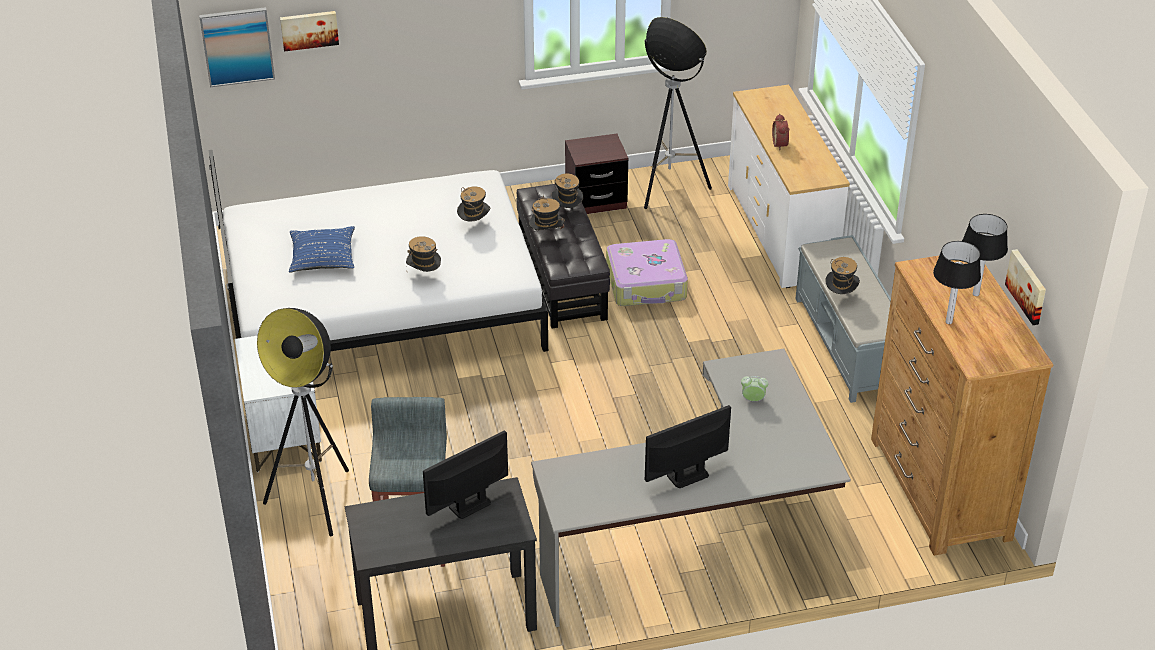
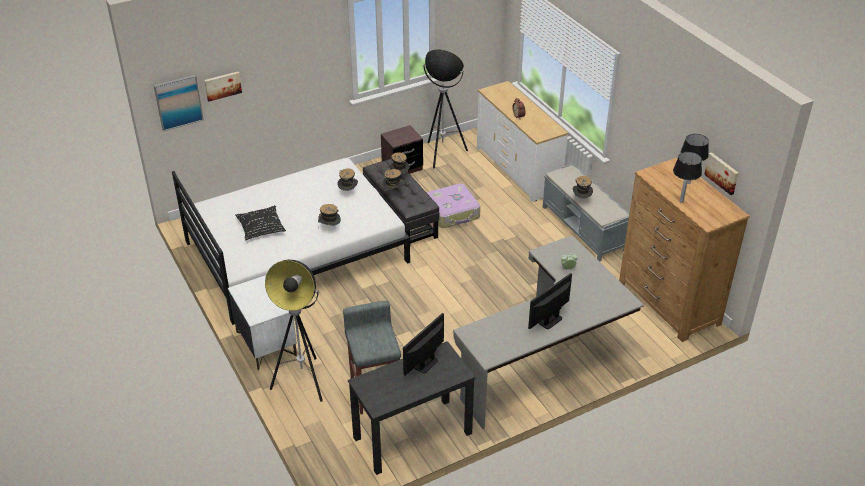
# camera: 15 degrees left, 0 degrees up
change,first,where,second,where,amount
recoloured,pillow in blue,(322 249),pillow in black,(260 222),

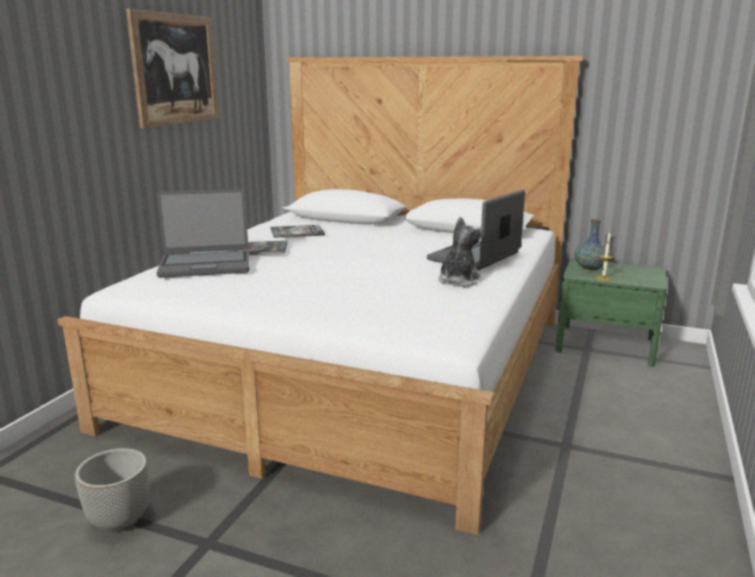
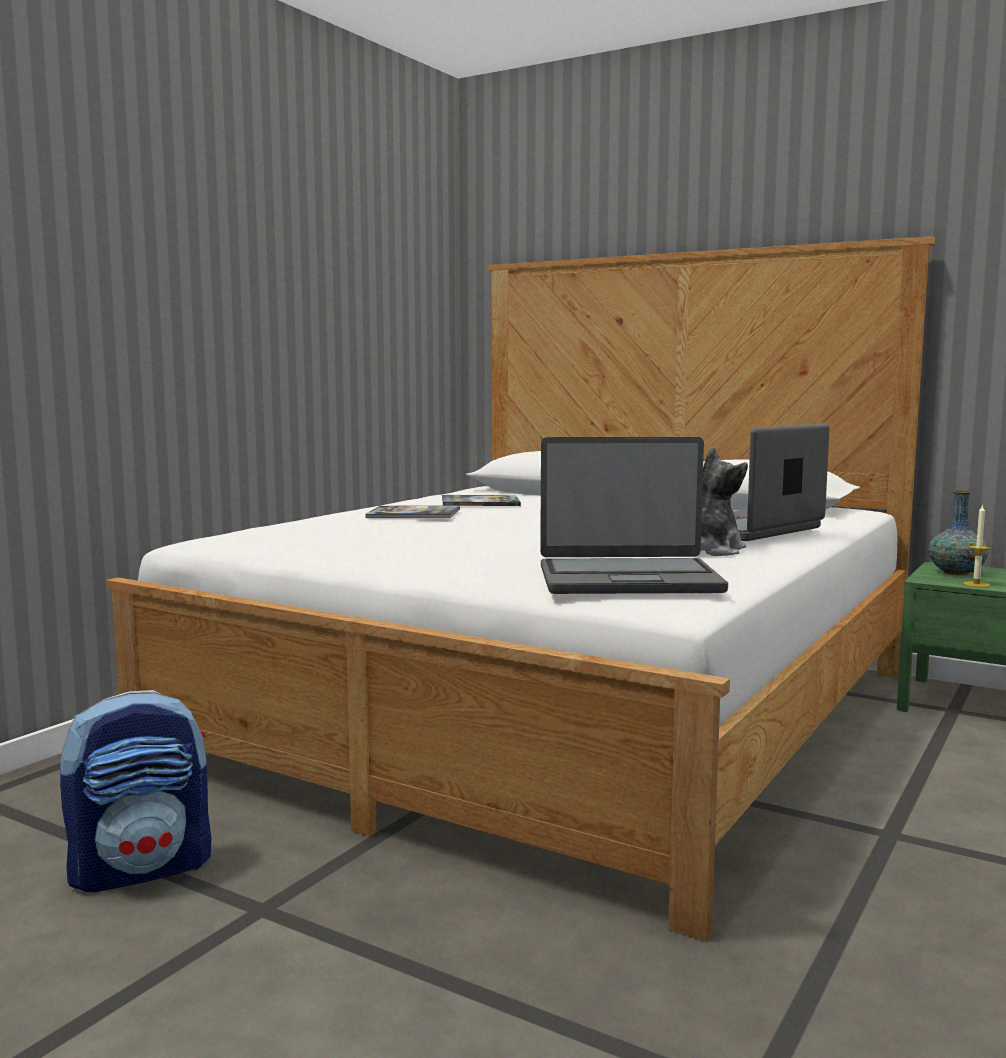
# camera: 10 degrees right, 10 degrees down
change,first,where,second,where,amount
replaced,planter,(112 490),backpack,(135 791),
moved,laptop,(203 233),,(634 515),
removed,picture,(172 68),,,

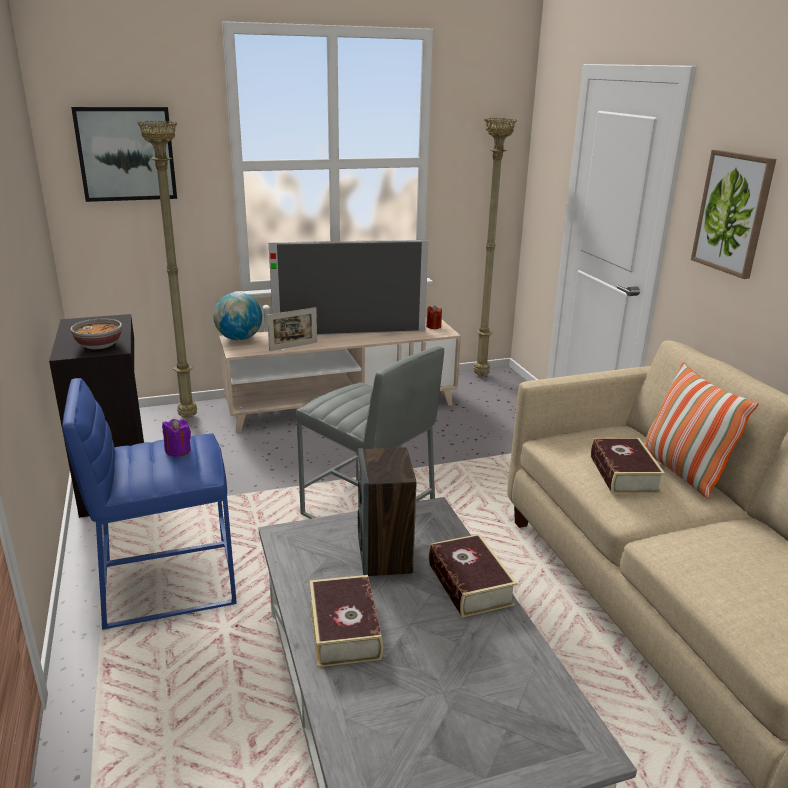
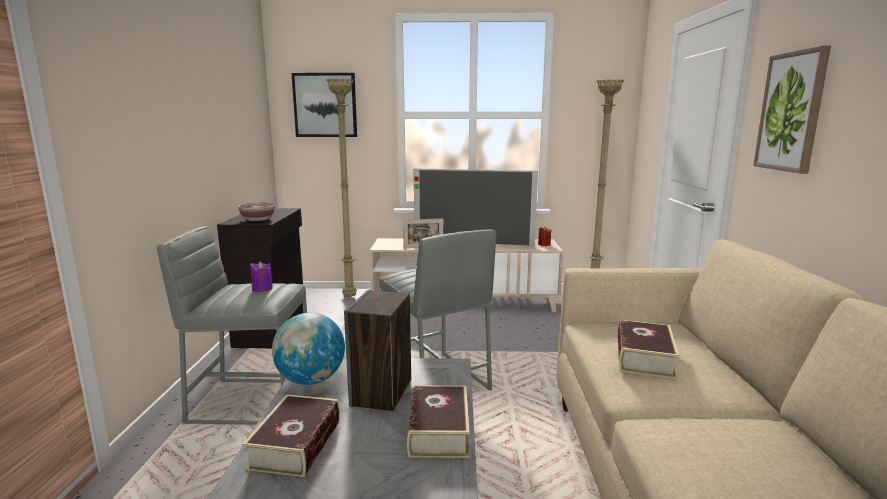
# camera: 20 degrees right, 10 degrees down
change,first,where,second,where,amount
recoloured,stool in blue,(149 504),stool in grey,(232 325),
moved,globe,(237 316),,(308 349),
removed,pillow,(701 430),,,

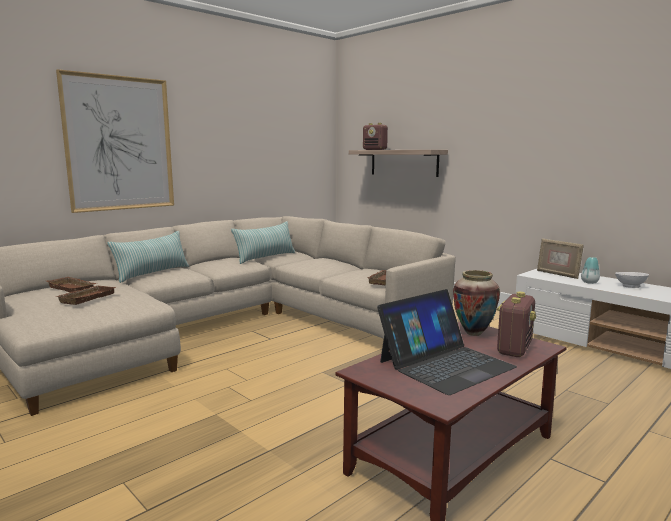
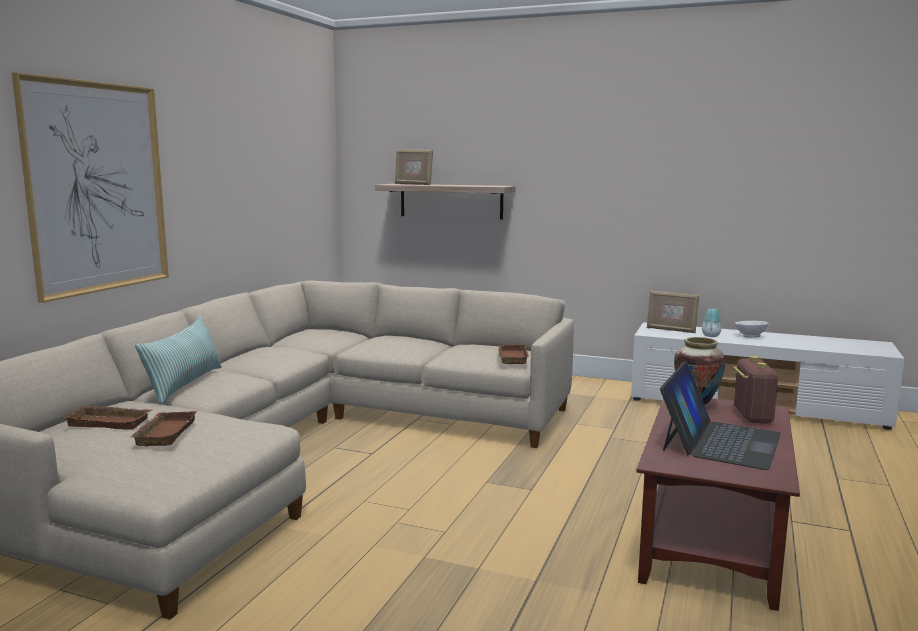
# camera: 25 degrees left, 0 degrees up
change,first,where,second,where,amount
replaced,radio,(375 136),picture frame,(414 167),
removed,pillow,(263 242),,,

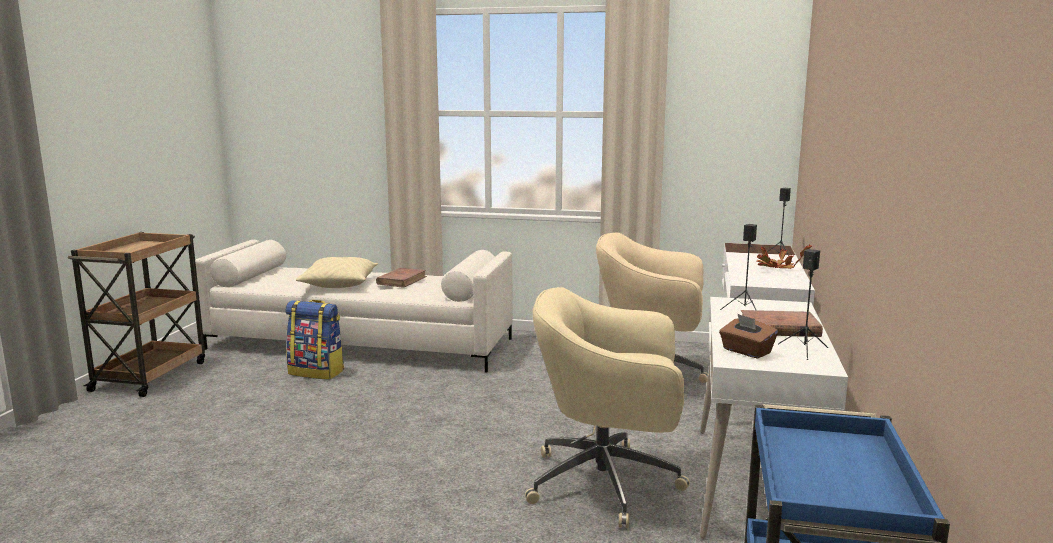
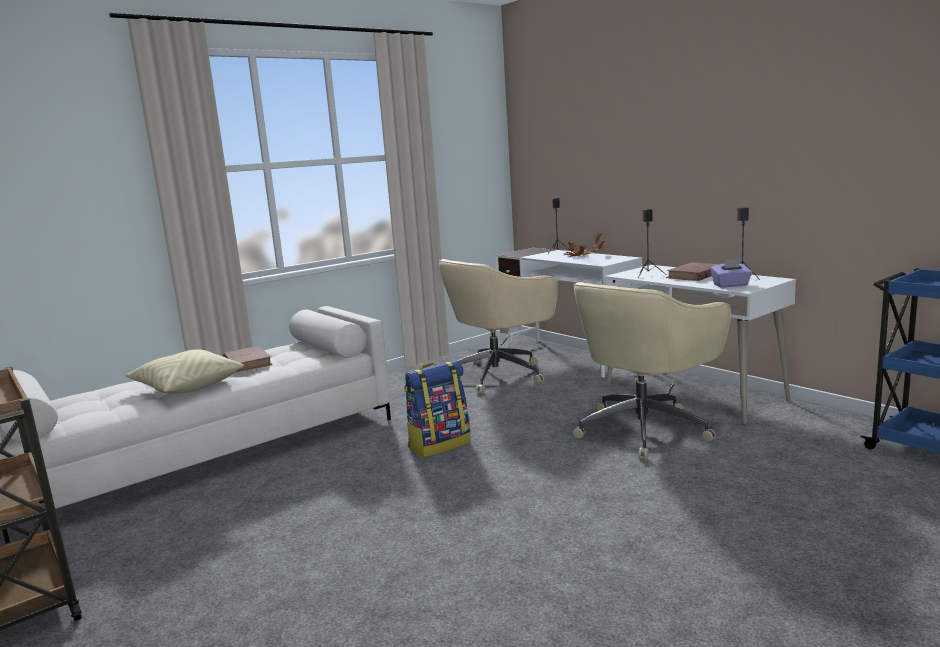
# camera: 50 degrees left, 0 degrees up
change,first,where,second,where,amount
moved,backpack,(314 340),,(437 409),
recoloured,tissue box in brown,(748 336),tissue box in purple,(731 273),

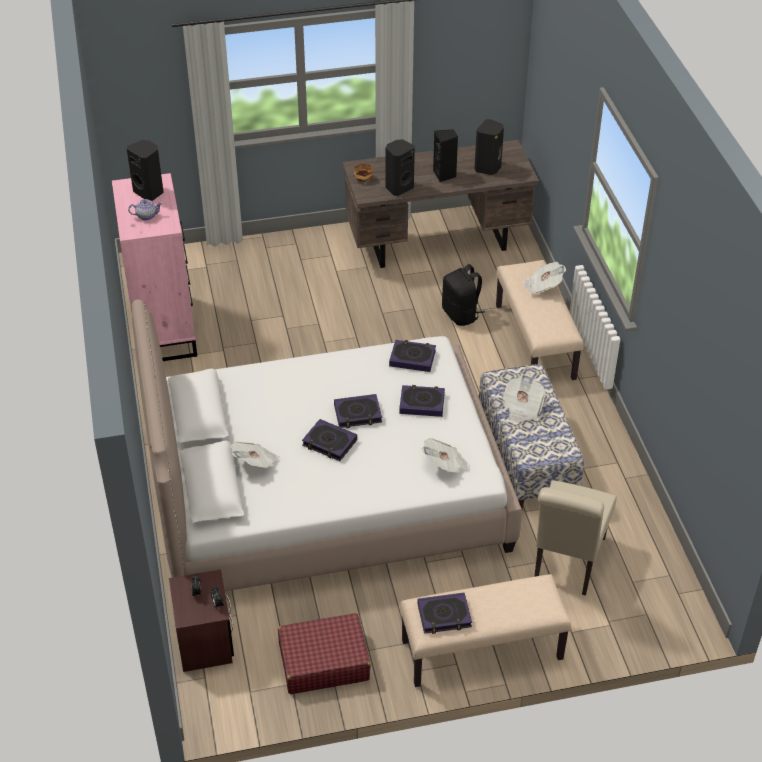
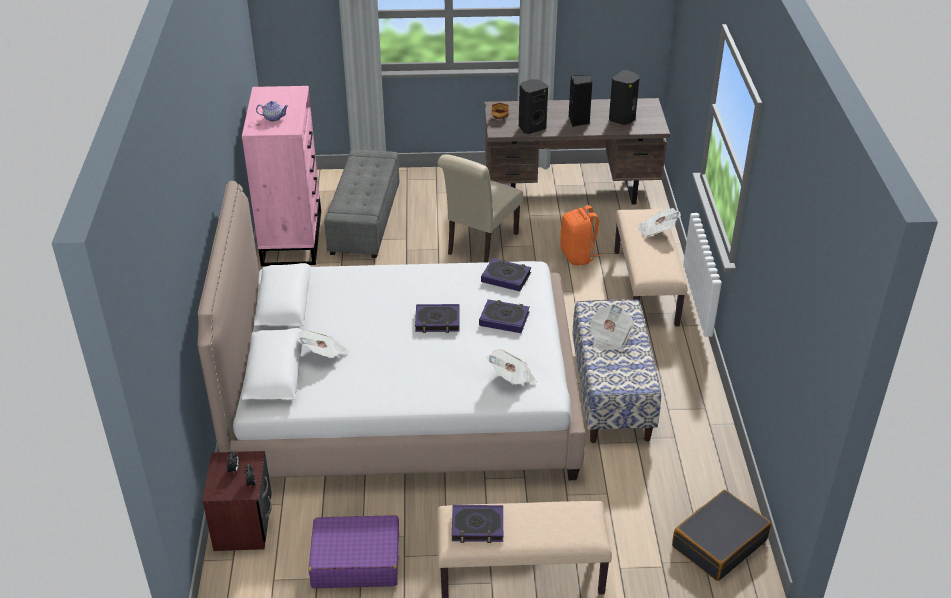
# camera: 10 degrees right, 5 degrees down
change,first,where,second,where,amount
recoloured,suitcase in red,(324 653),suitcase in purple,(353 551),
added,,,ottoman in grey,(361 203),
moved,chair in beige,(575 538),,(480 208),
recoloured,backpack in black,(463 295),backpack in orange,(581 235),
added,,,suitcase in black,(721 535),
removed,speaker in black,(145 170),,,
removed,book,(329 440),,,

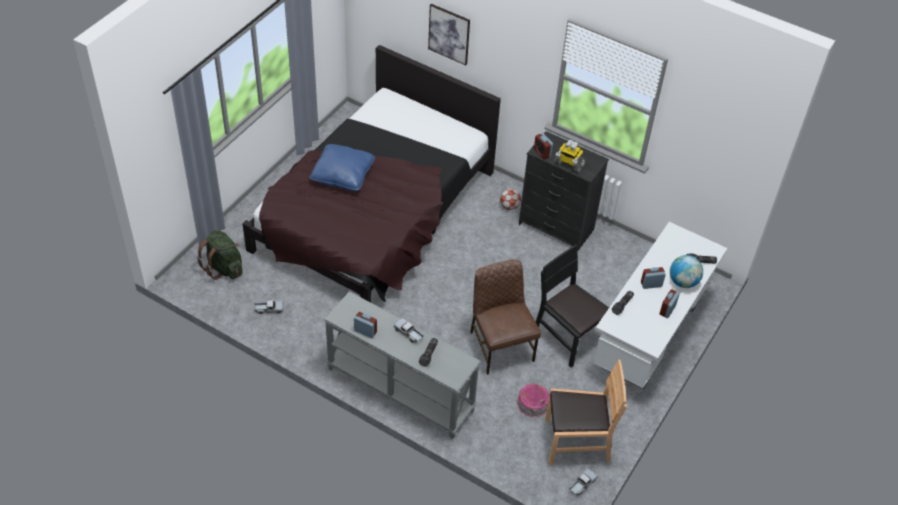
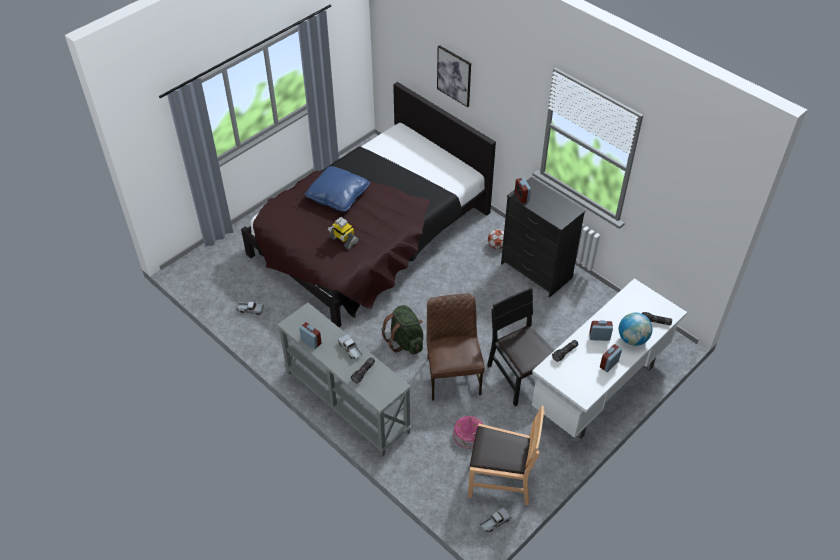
# camera: 15 degrees right, 0 degrees up
change,first,where,second,where,amount
moved,toy robot,(570 156),,(343 233),
moved,backpack in green,(220 255),,(402 330),

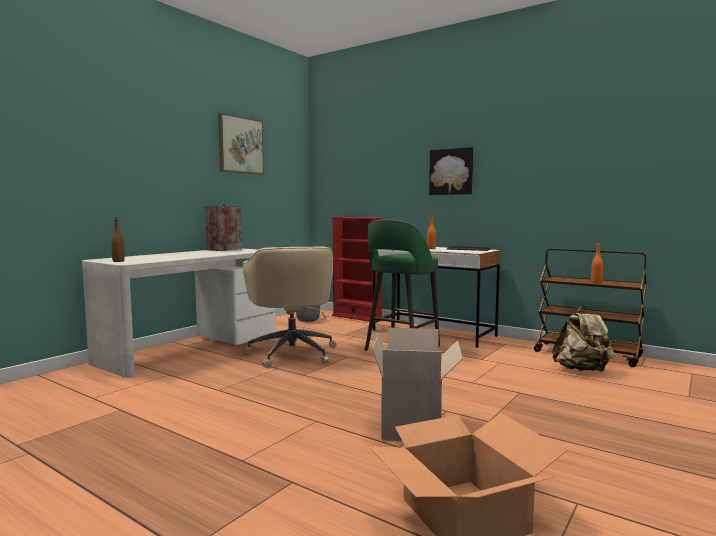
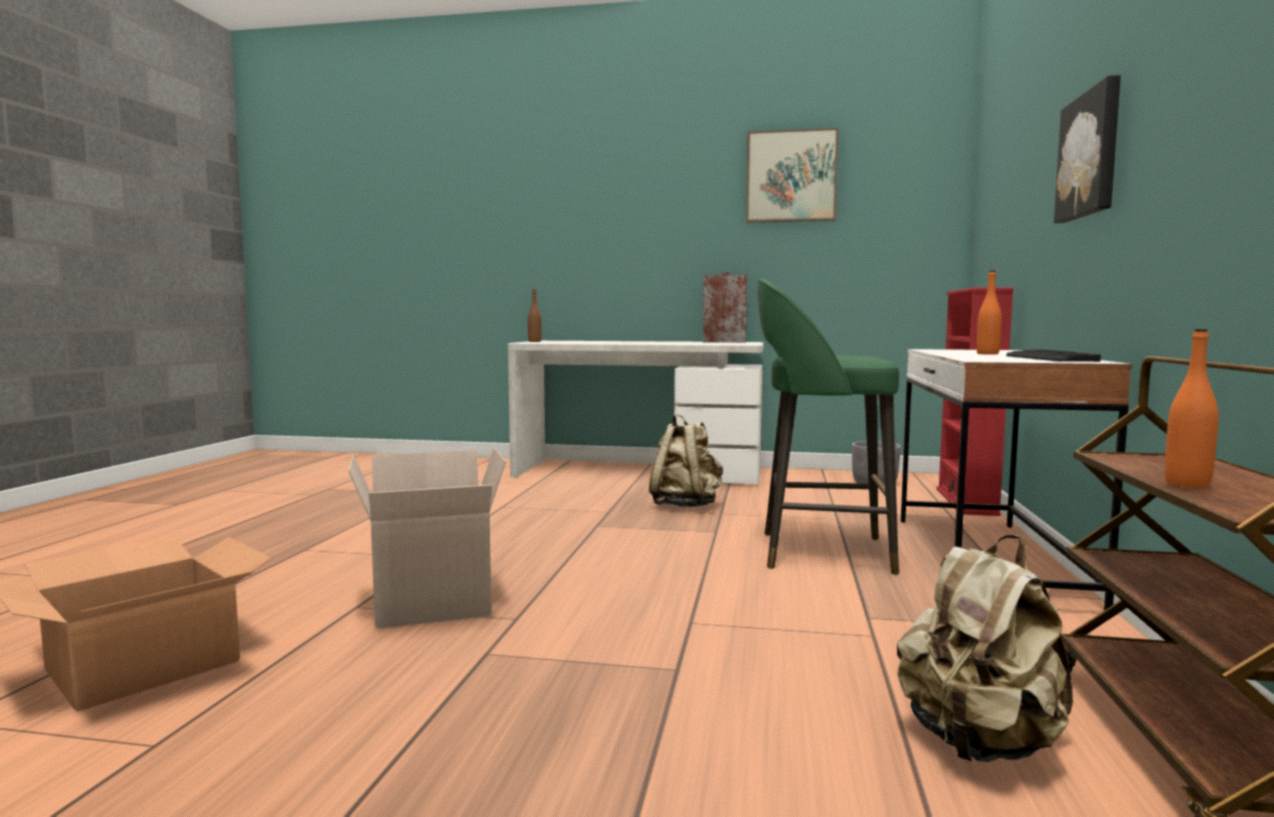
# camera: 65 degrees right, 0 degrees up
change,first,where,second,where,amount
replaced,office chair in beige,(289 307),backpack in beige,(686 460),

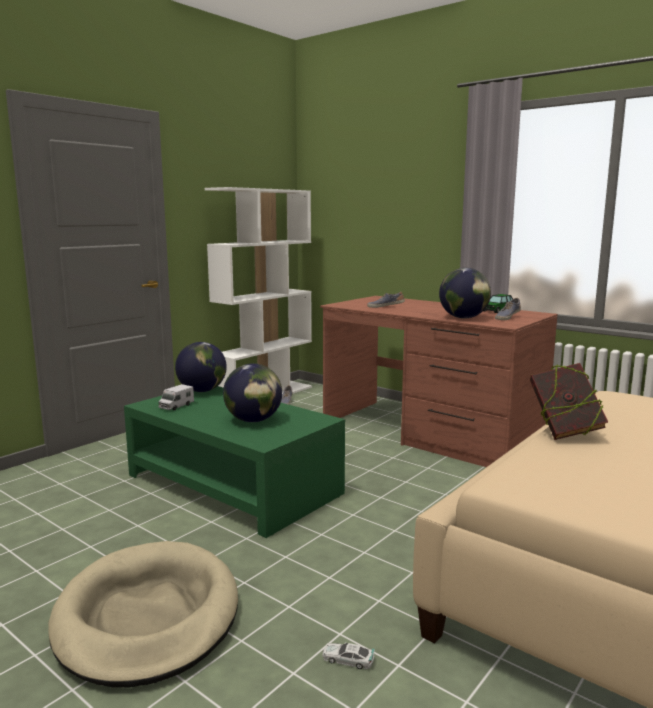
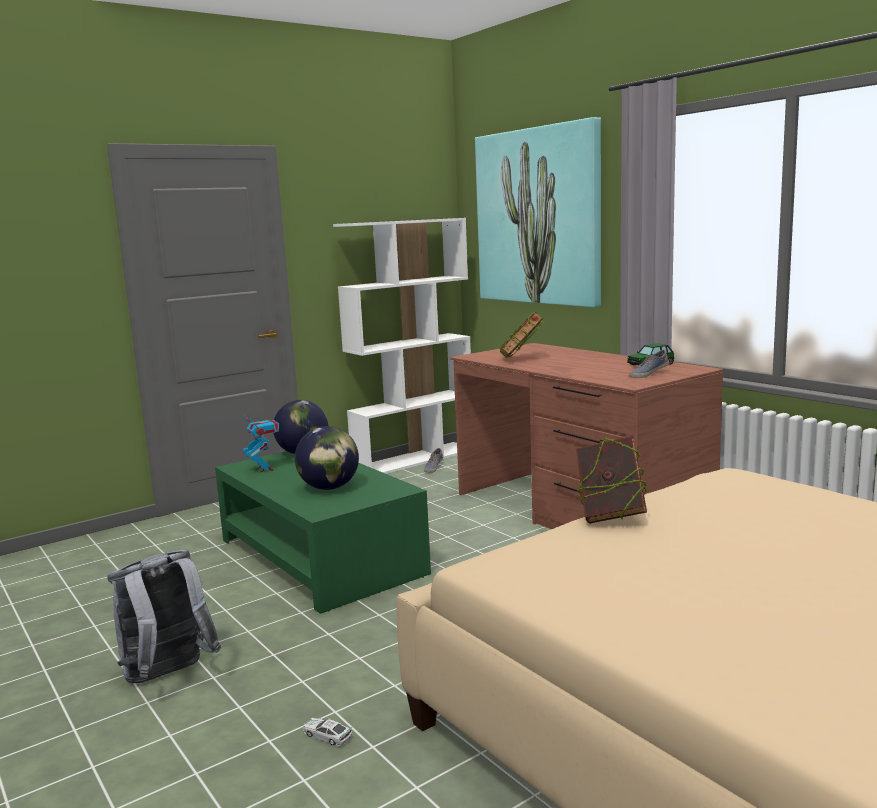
# camera: 15 degrees right, 0 degrees up
change,first,where,second,where,amount
replaced,dog bed in beige,(143 614),backpack in grey,(164 616),
replaced,toy truck,(176 397),toy robot,(261 442),
added,,,picture,(538 212),
replaced,shoe,(386 300),book,(521 335),
removed,globe,(465 293),,,

